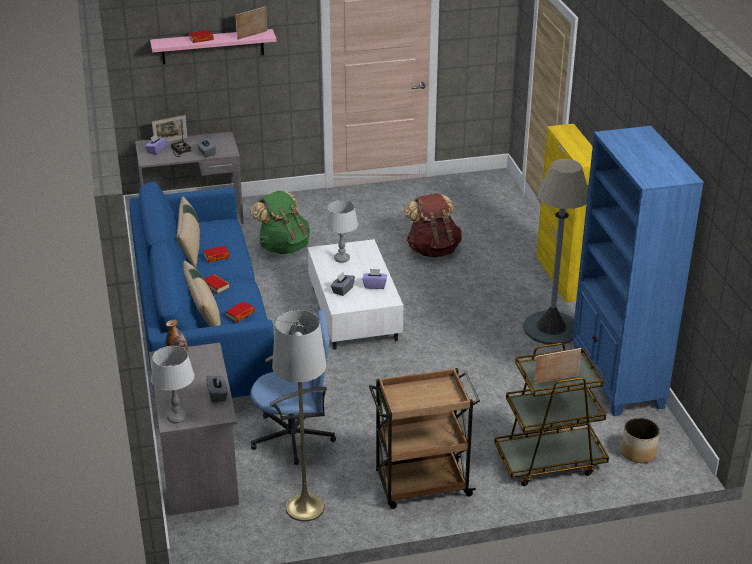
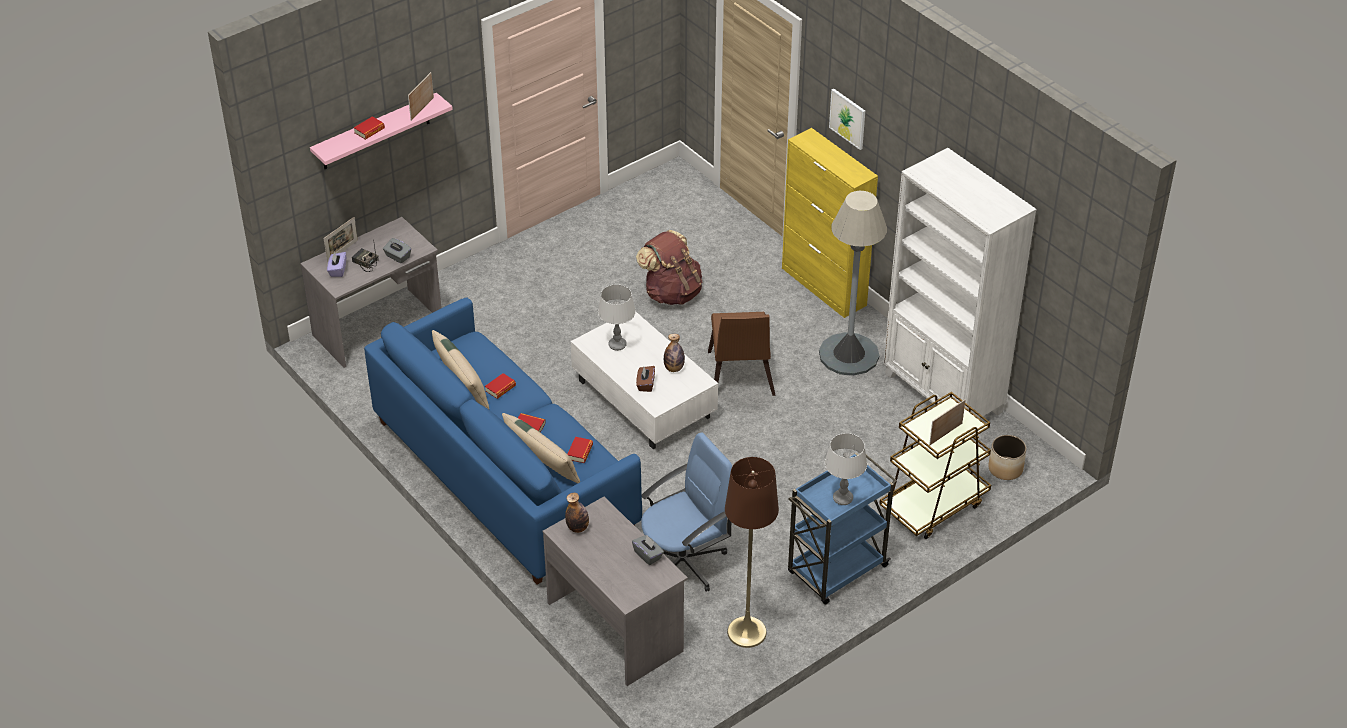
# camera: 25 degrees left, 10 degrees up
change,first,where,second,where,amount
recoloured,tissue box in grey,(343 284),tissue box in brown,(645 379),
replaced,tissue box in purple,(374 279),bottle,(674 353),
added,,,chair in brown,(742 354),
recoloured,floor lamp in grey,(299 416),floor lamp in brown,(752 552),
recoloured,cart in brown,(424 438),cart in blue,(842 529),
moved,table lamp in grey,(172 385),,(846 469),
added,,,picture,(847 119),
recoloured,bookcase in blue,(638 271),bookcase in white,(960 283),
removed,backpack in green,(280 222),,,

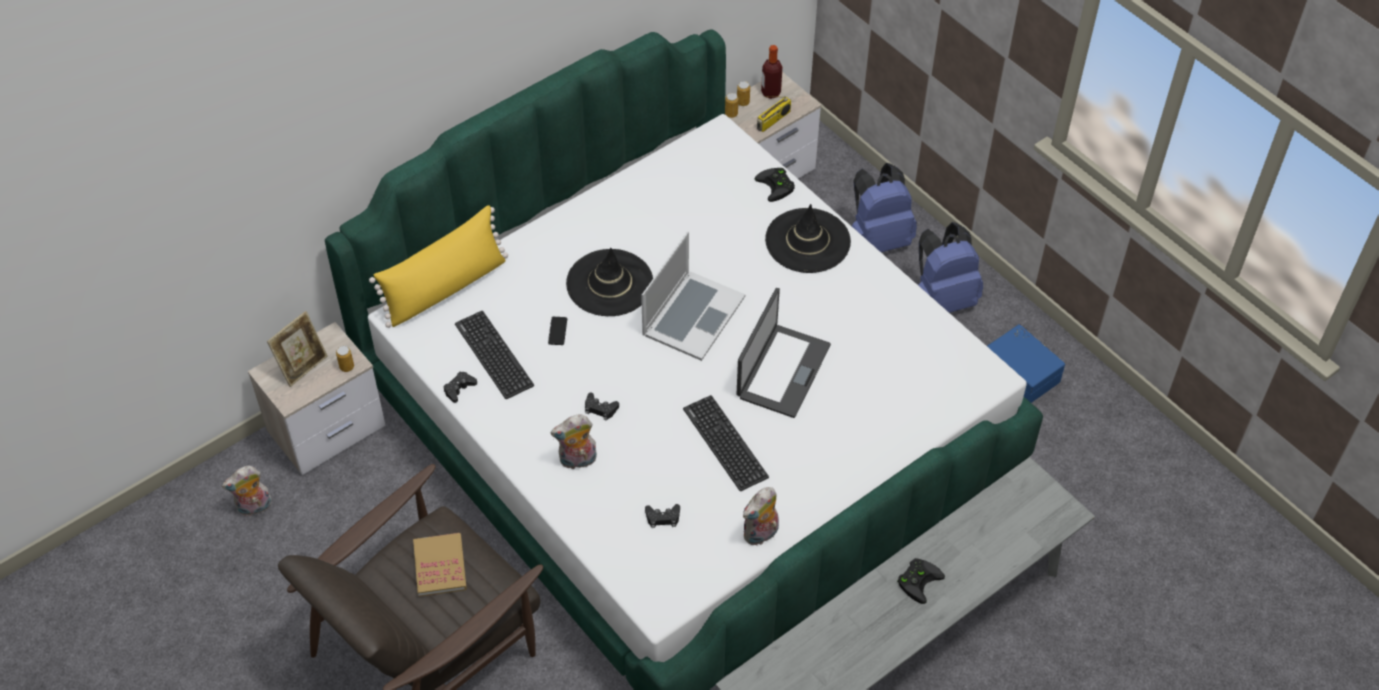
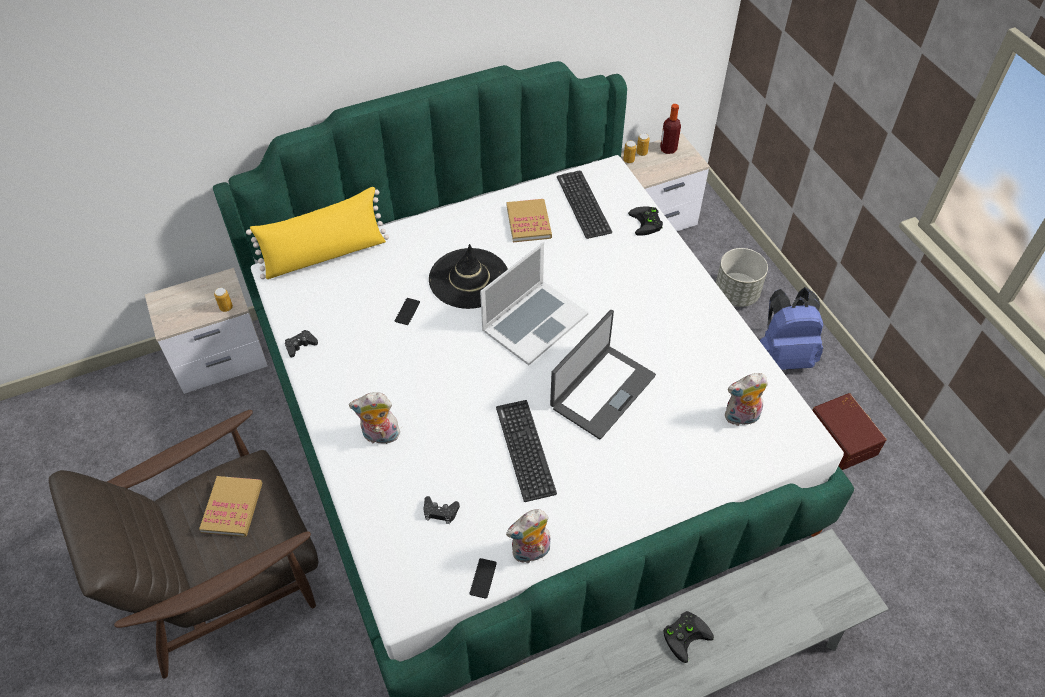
# camera: 15 degrees right, 0 degrees up
change,first,where,second,where,amount
added,,,phone,(483 578),
added,,,book,(529 220),
moved,keyboard,(494 355),,(584 204),
replaced,backpack in blue,(884 207),planter in grey,(742 277),
moved,plush toy,(247 491),,(746 399),
recoloured,storage box in blue,(1026 363),storage box in brown,(849 431),
removed,picture frame,(297 349),,,
removed,game controller in black,(602 406),,,
removed,radio,(774 114),,,
removed,hat in black,(808 238),,,

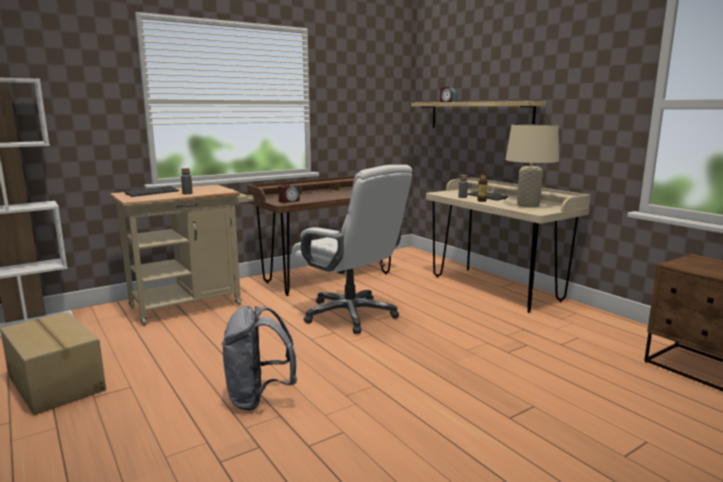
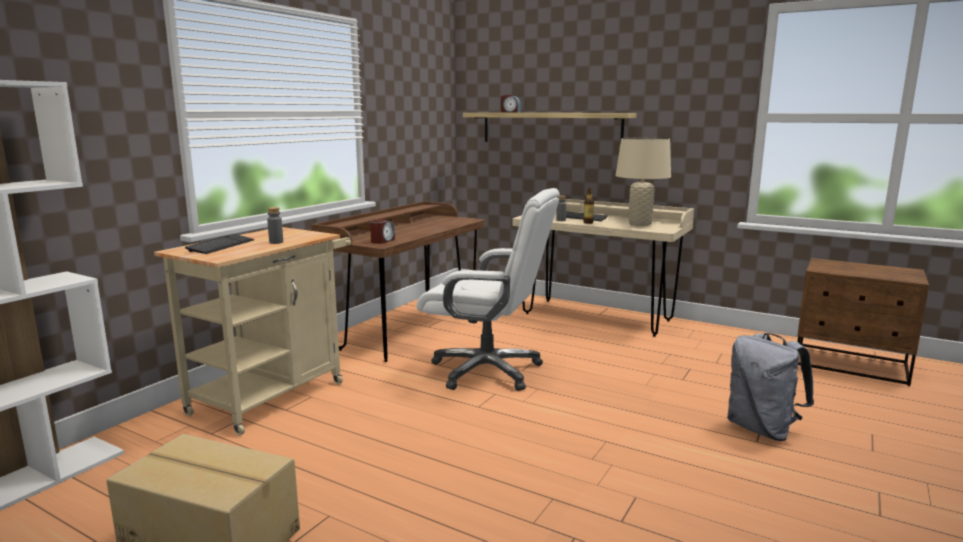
# camera: 25 degrees left, 0 degrees up
change,first,where,second,where,amount
moved,backpack in grey,(259 358),,(770 387),

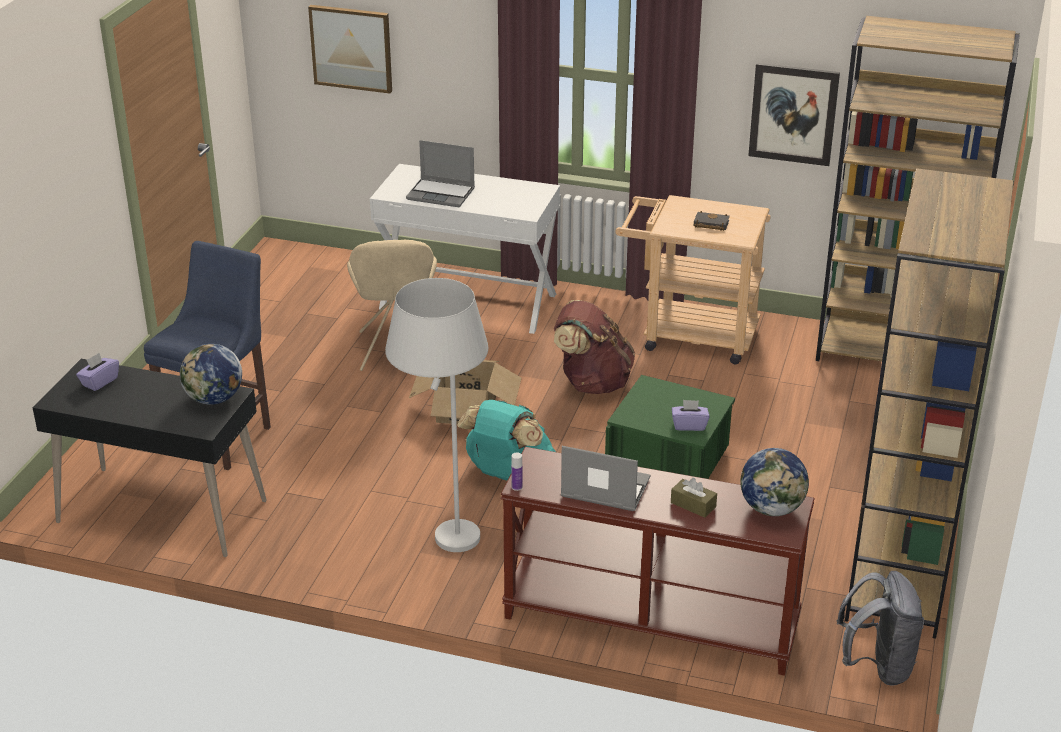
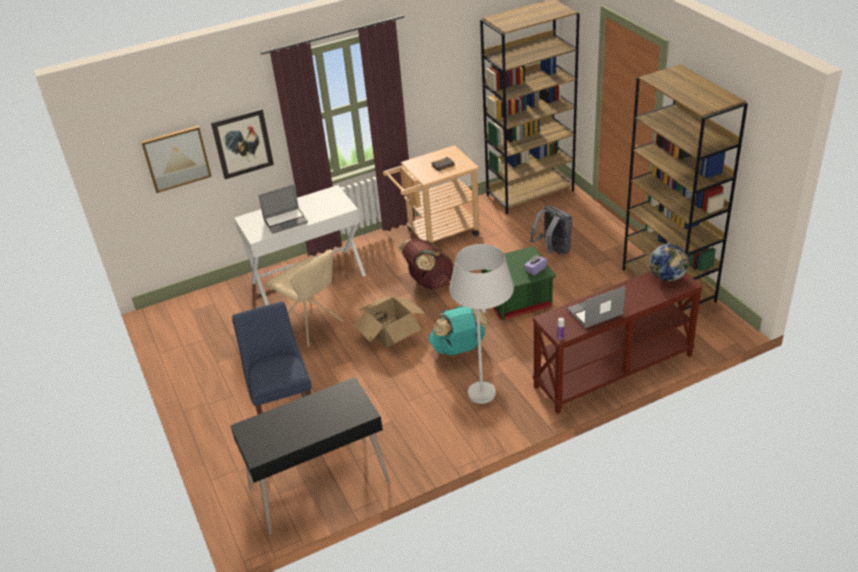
# camera: 40 degrees left, 5 degrees up
change,first,where,second,where,amount
moved,picture,(794 114),,(242 143),
moved,backpack in grey,(880 628),,(551 230),
removed,tissue box in purple,(97 372),,,
removed,globe,(211 374),,,
removed,tissue box in brown,(694 498),,,

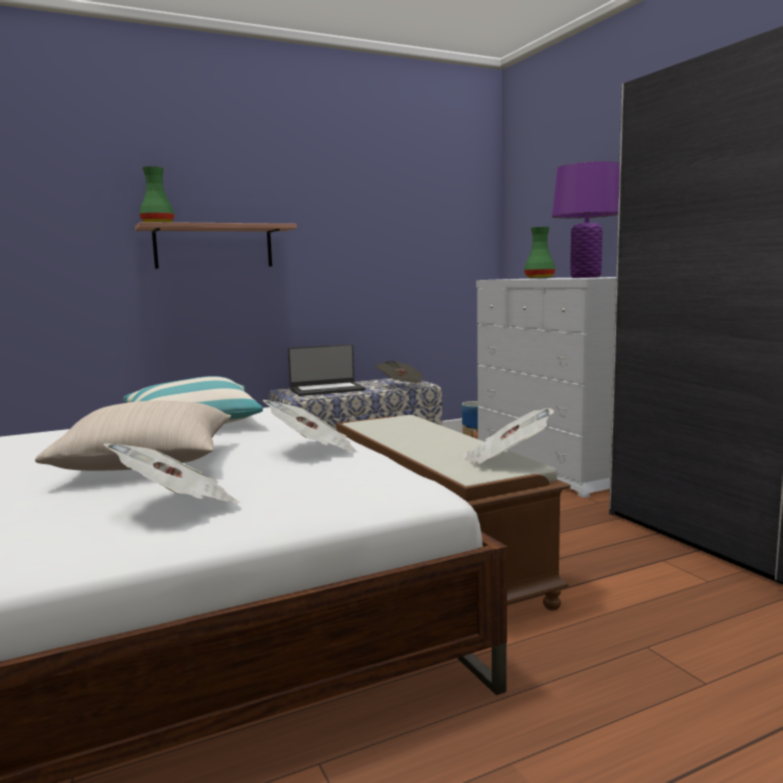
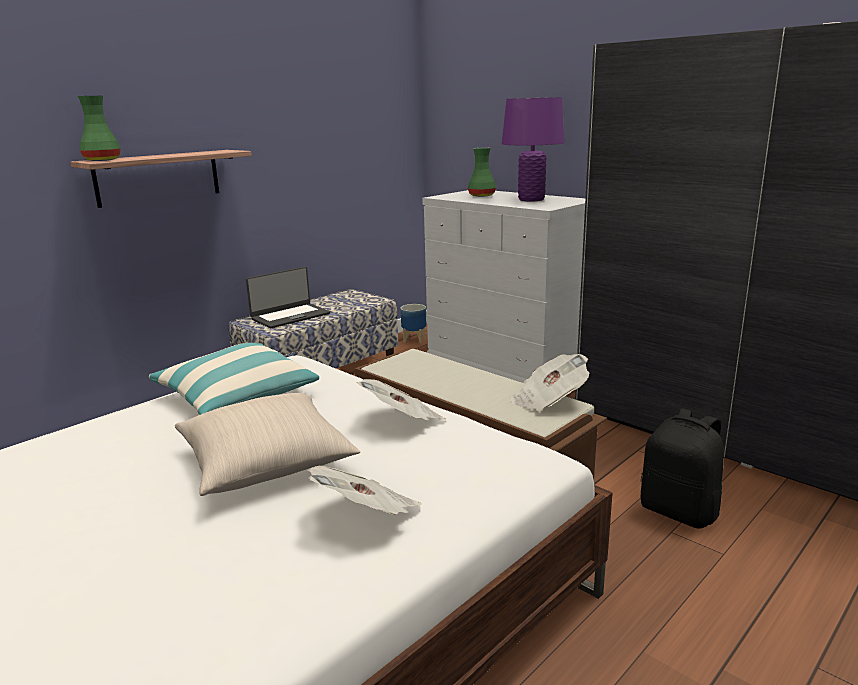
# camera: 20 degrees left, 10 degrees up
change,first,where,second,where,amount
added,,,backpack in black,(682 468),
removed,newspaper,(399 372),,,

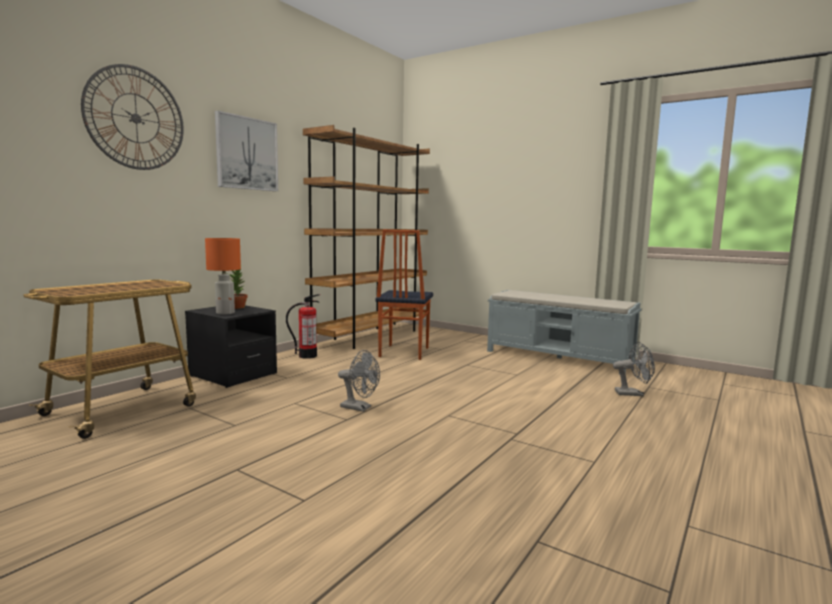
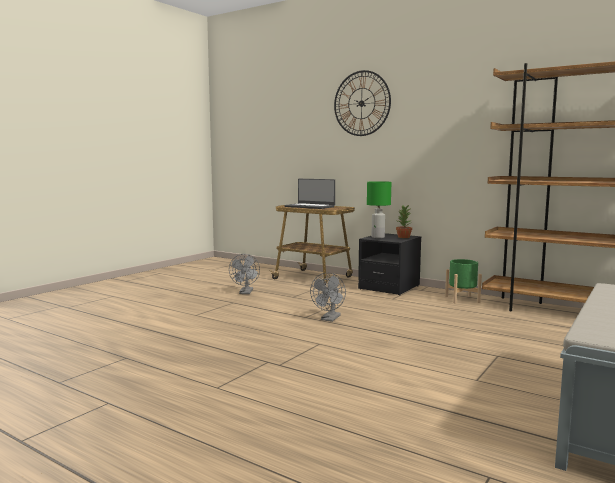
# camera: 90 degrees right, 0 degrees up
change,first,where,second,where,amount
moved,fan in grey,(634 369),,(244 274),
added,,,laptop,(309 194),
recoloured,table lamp in orange,(223 276),table lamp in green,(379 209),
replaced,fire extinguisher,(303 326),planter in green,(463 281),
removed,picture,(246 151),,,
removed,chair,(404 295),,,

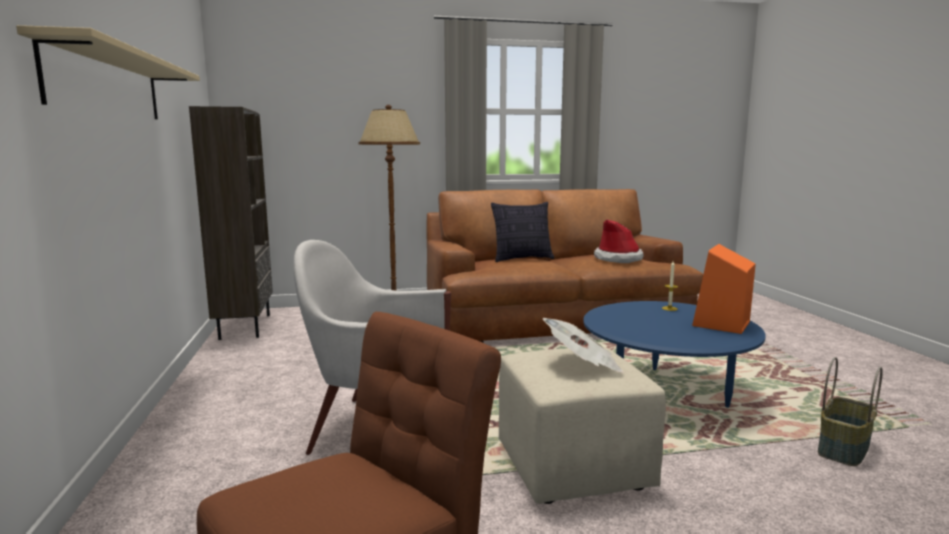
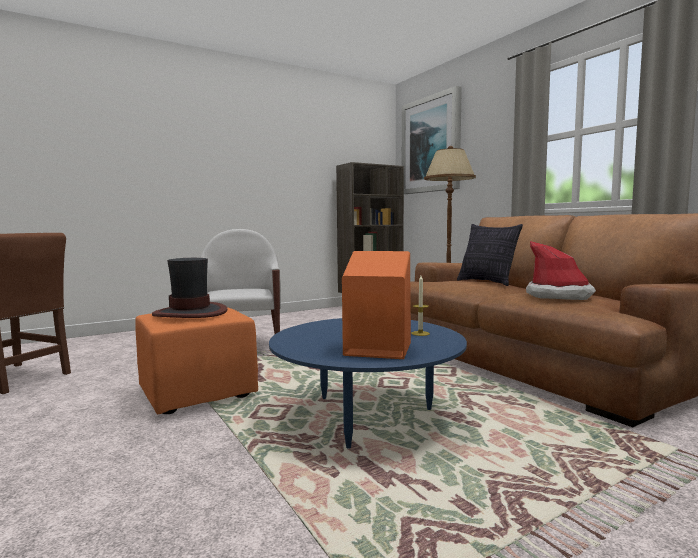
# camera: 70 degrees right, 5 degrees down
change,first,where,second,where,amount
recoloured,ottoman in beige,(582 425),ottoman in orange,(196 360),
replaced,newspaper,(584 345),hat,(189 288),
added,,,picture,(432 140),
removed,shelf in beige,(108 72),,,
removed,basket,(850 411),,,

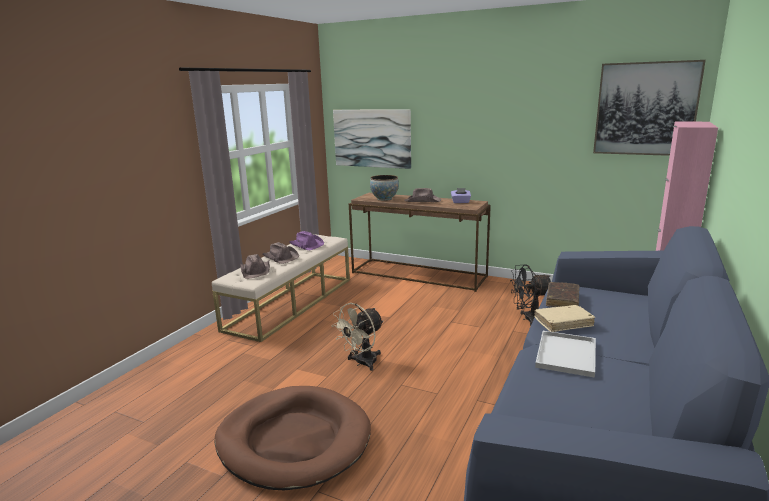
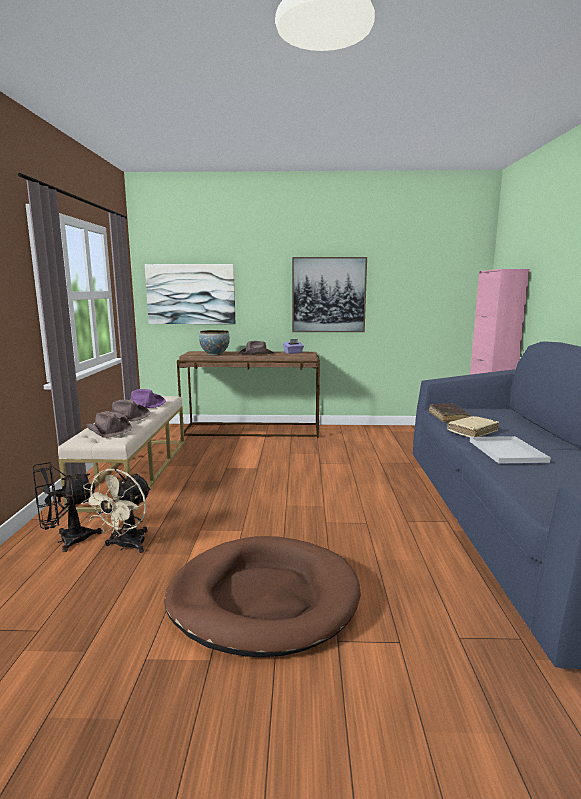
# camera: 25 degrees left, 5 degrees down
change,first,where,second,where,amount
moved,fan in black,(530 295),,(67 507),
moved,fan in beige,(358 337),,(116 510),
moved,picture,(649 108),,(329 294),

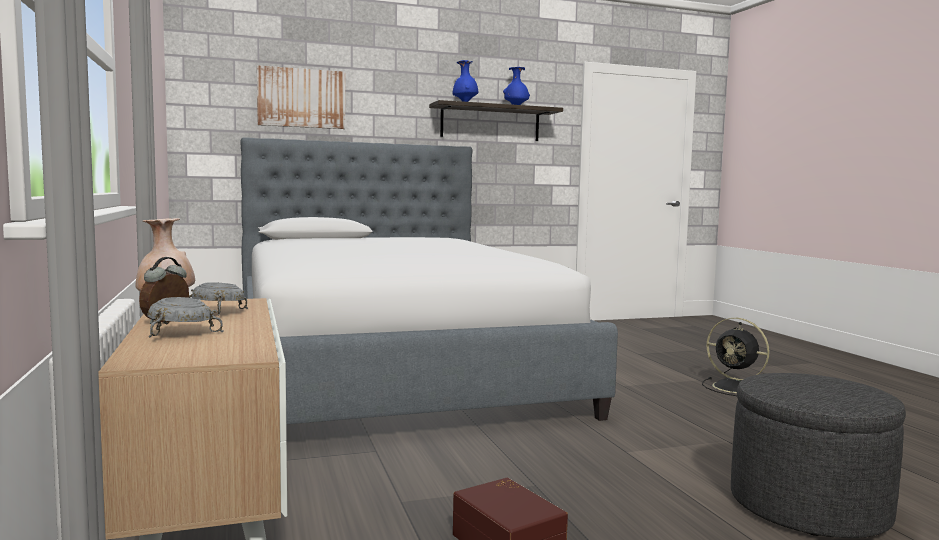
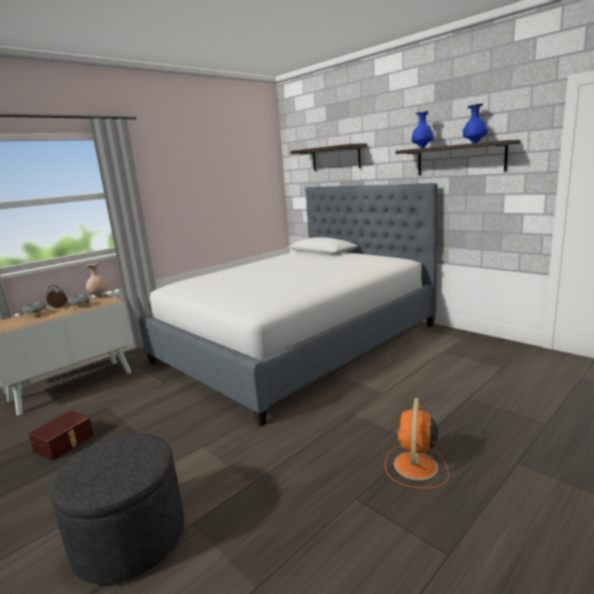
# camera: 65 degrees right, 10 degrees up
change,first,where,second,where,amount
replaced,picture,(301 97),shelf,(328 157),
recoloured,fan in black,(736 357),fan in orange,(417 443),

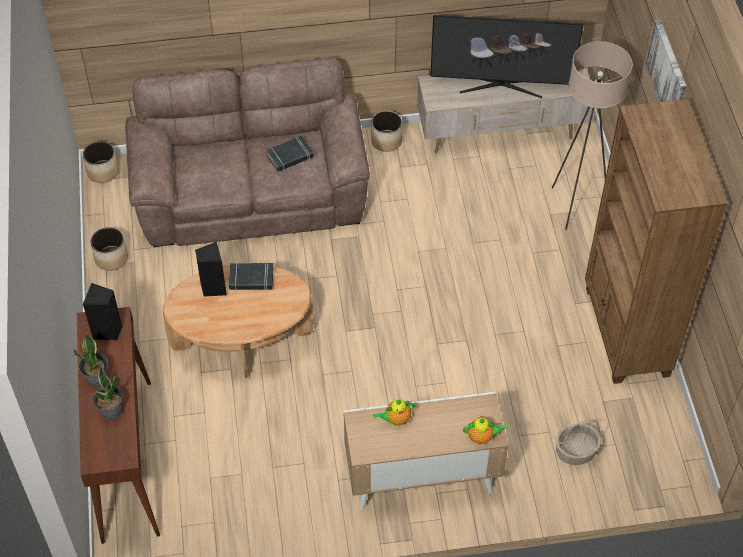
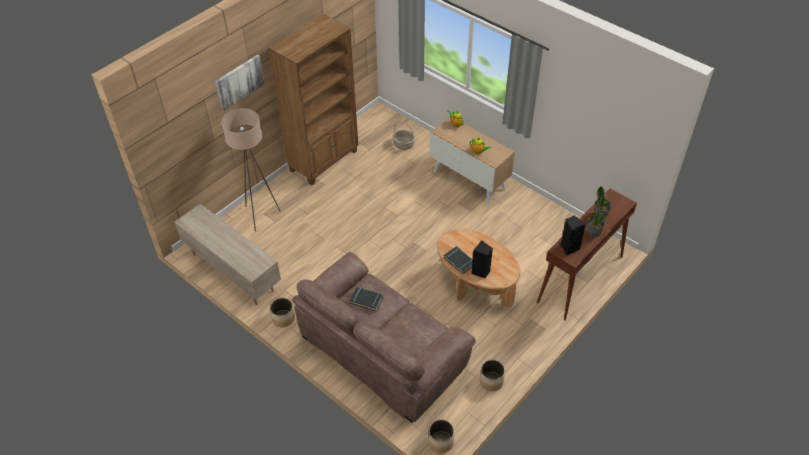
# camera: 130 degrees left, 5 degrees down
change,first,where,second,where,amount
removed,television,(506 56),,,

